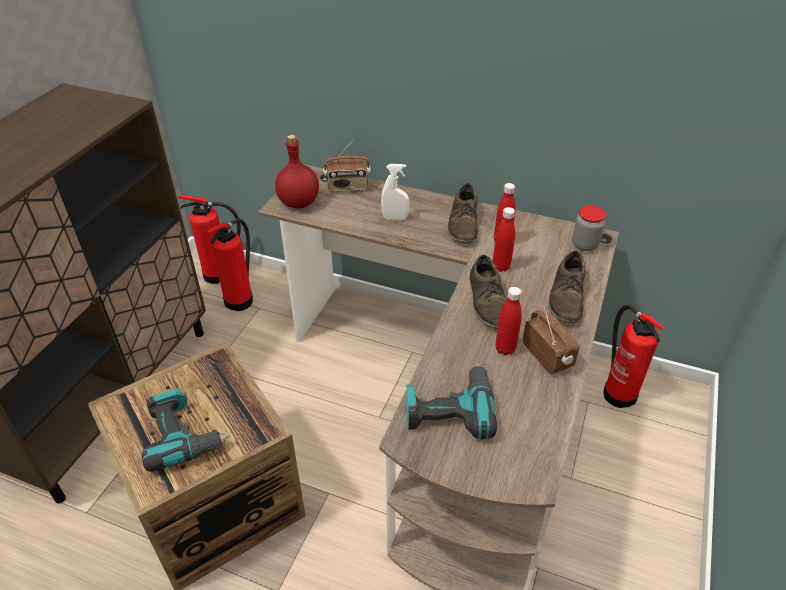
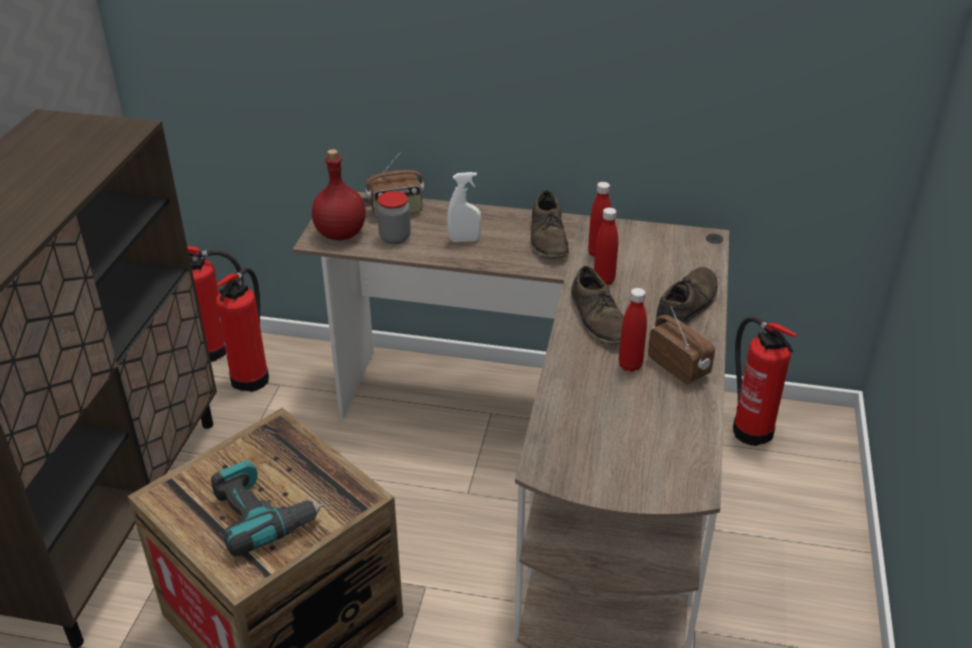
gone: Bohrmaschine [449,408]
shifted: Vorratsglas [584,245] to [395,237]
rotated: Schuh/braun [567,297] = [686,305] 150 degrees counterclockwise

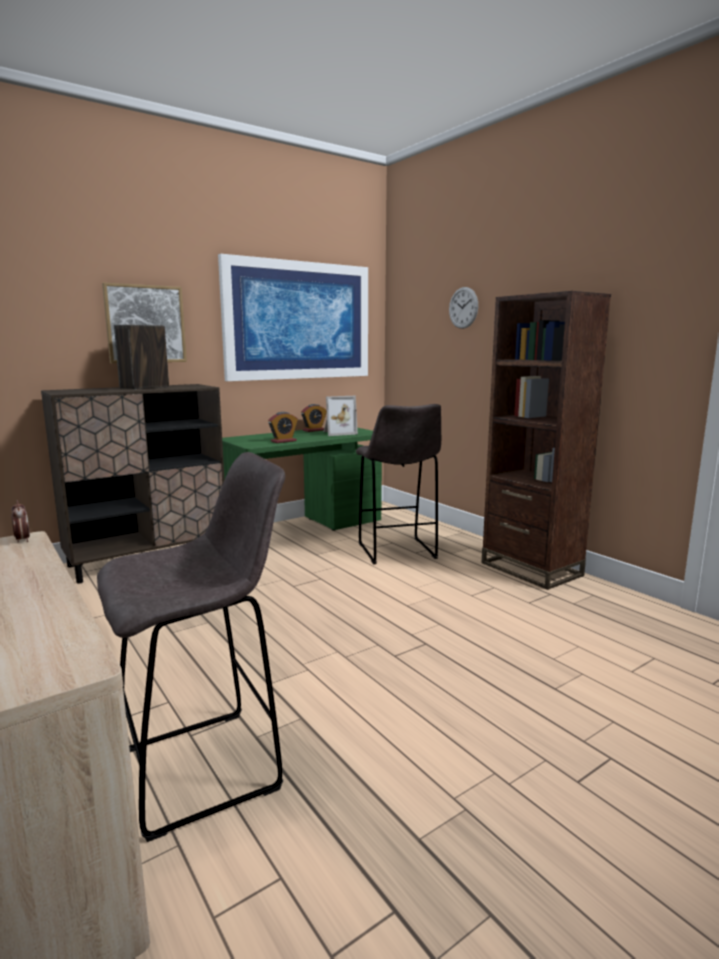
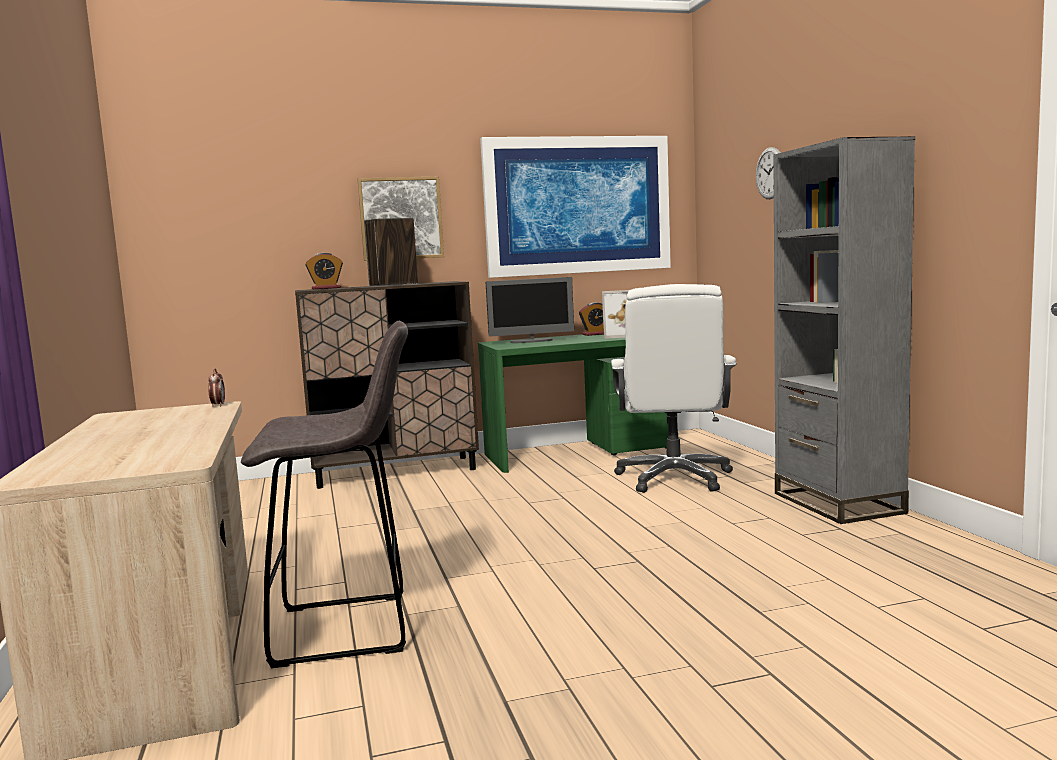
new: Monitor [532,341]
shifted: Wecker [283,441] to [326,288]
swapped: Hocker/grau [397,552] to Bürostuhl/weiß [674,478]
repainted: Bücherregal/braun [531,569] to Bücherregal/grau [837,503]

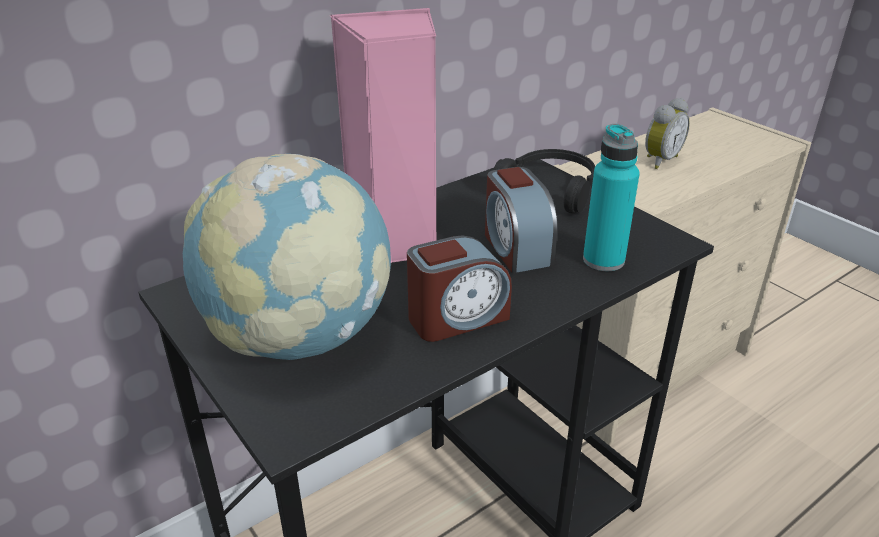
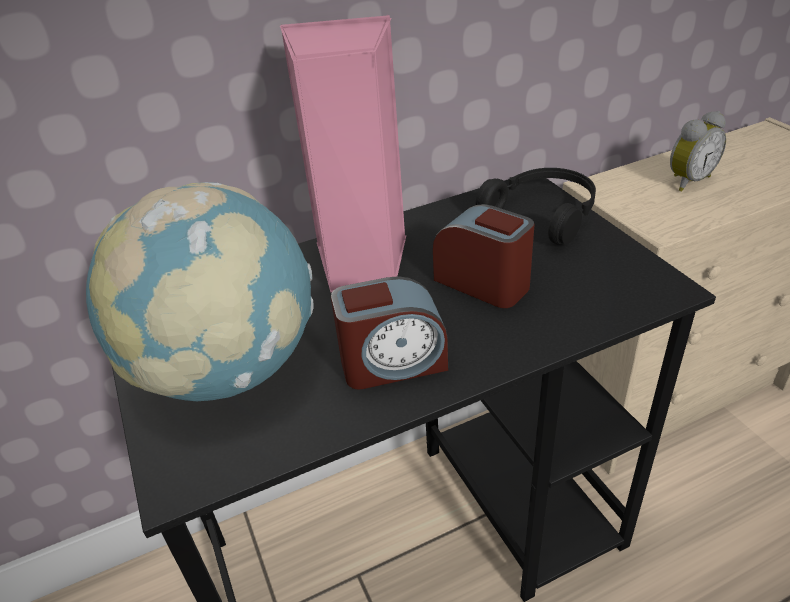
gone: Flasche/türkis [603,260]
rotated: Wecker [516,248] = [483,283] 135 degrees clockwise

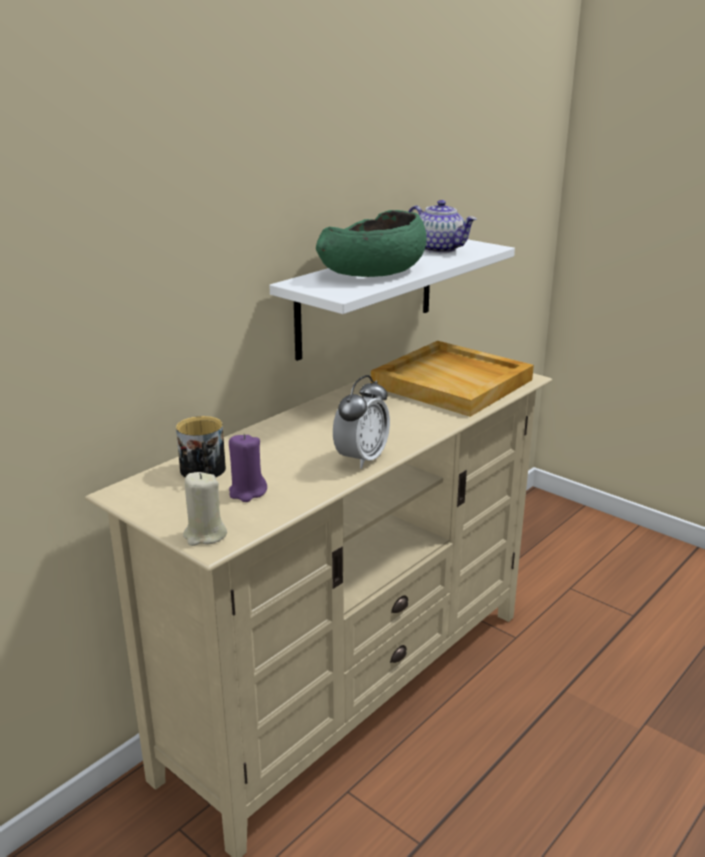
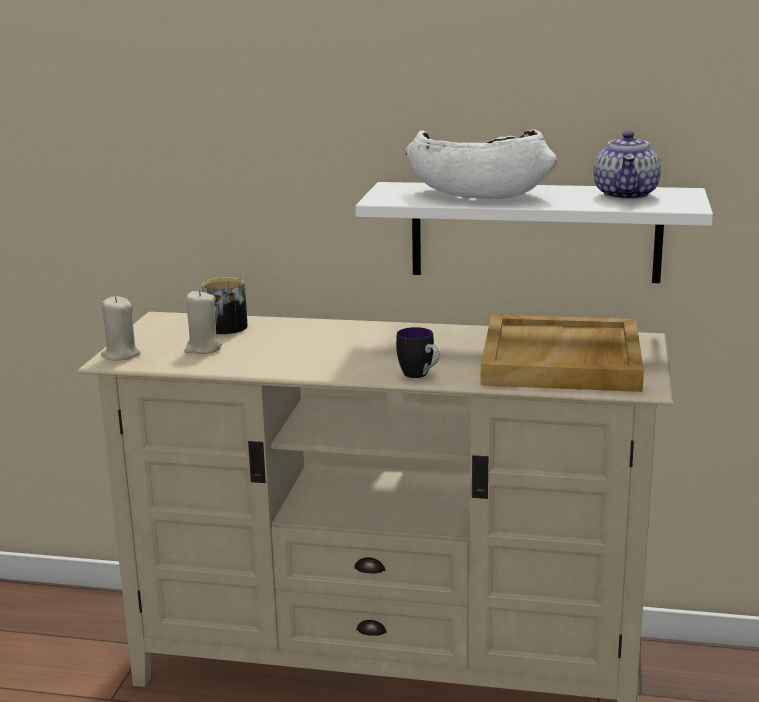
gone: Wecker [361,459]
new: Henkelbecher [420,376]
repainted: Kerze/lila [247,492] to Kerze/beige [203,348]; Schüssel/grün [372,272] to Schüssel/weiß [478,194]

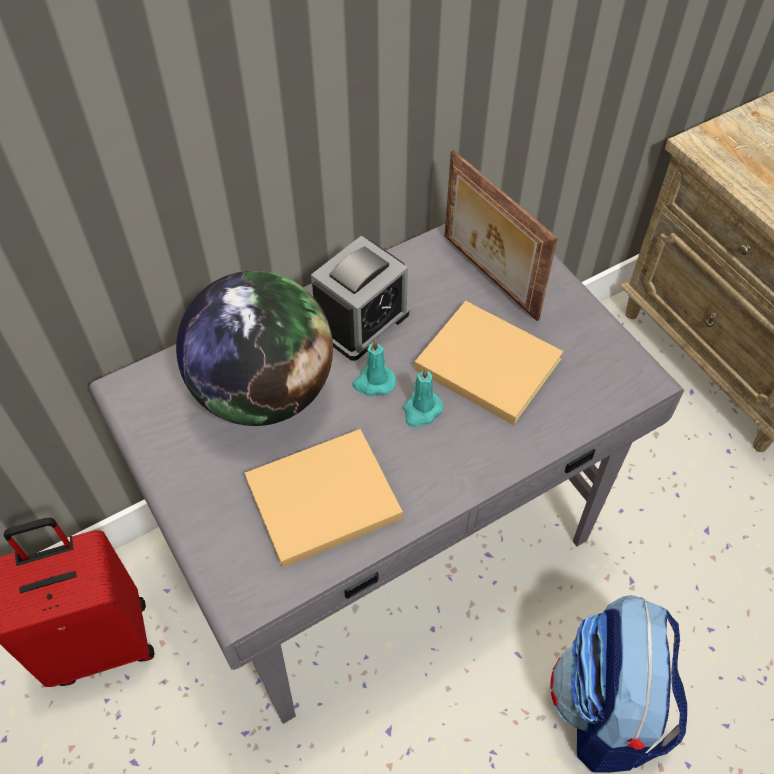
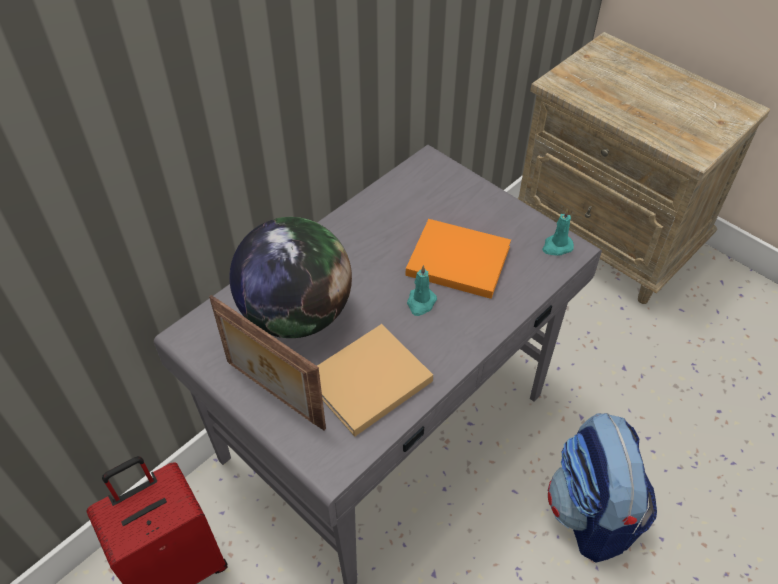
gone: Wecker [361,321]
shifted: Kerze/türkis [374,382] to [557,246]; Bilderrahmen [488,277] to [273,395]
repainted: Buch/beige [484,362] to Buch/orange [455,260]

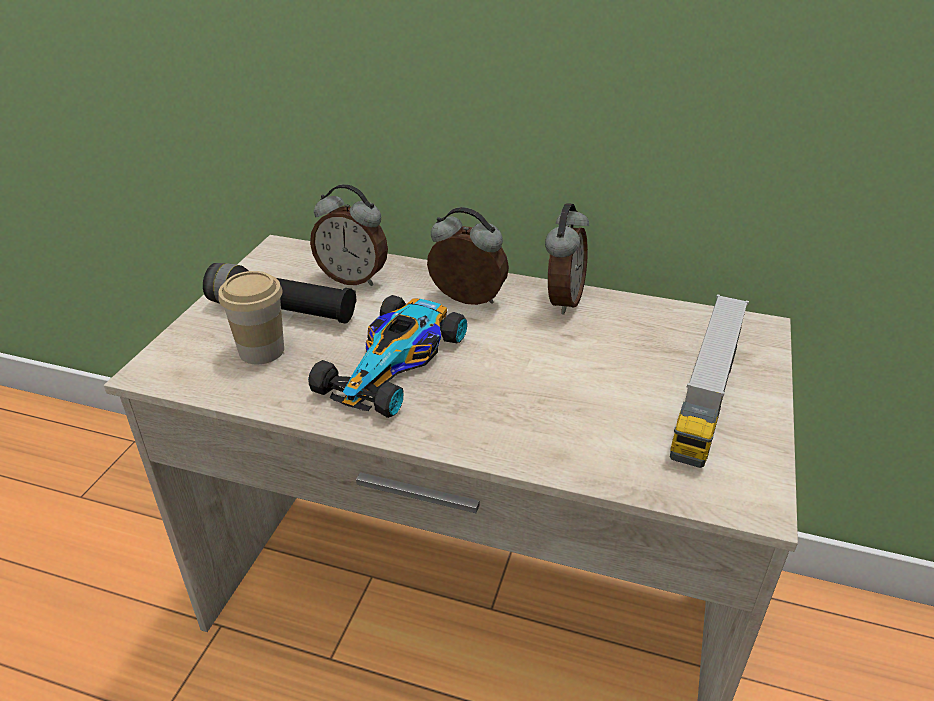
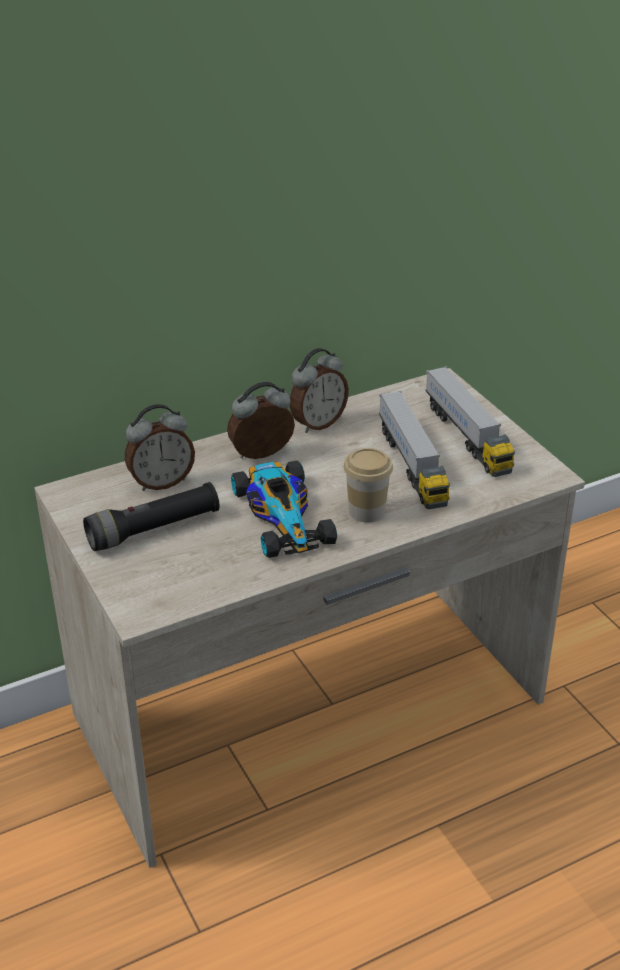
new: Spielzeuglaster [412,465]
shifted: Tasse [261,351] to [366,511]
rotated: Wecker [562,300] = [317,423] 75 degrees clockwise

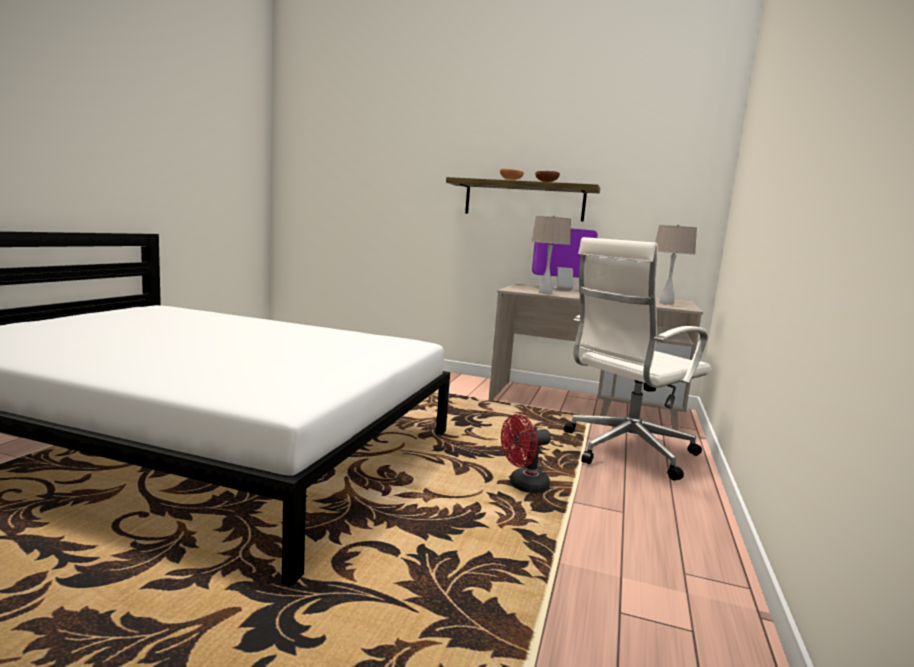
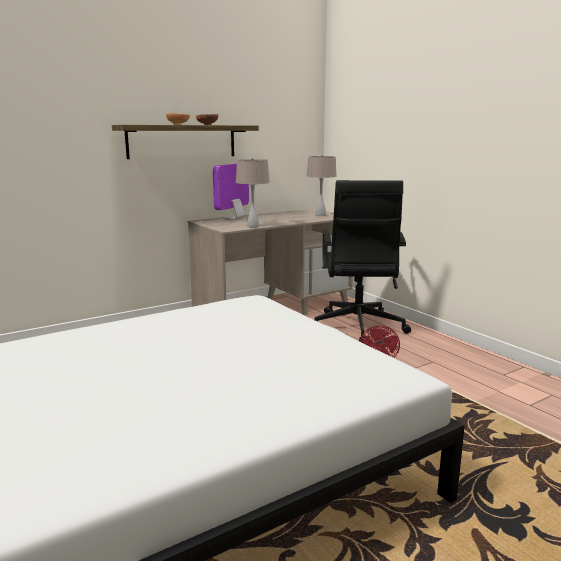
repainted: Bürostuhl/weiß [625,451] to Bürostuhl/schwarz [357,328]

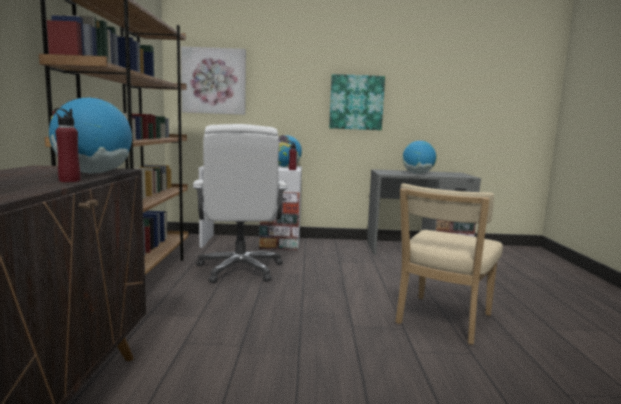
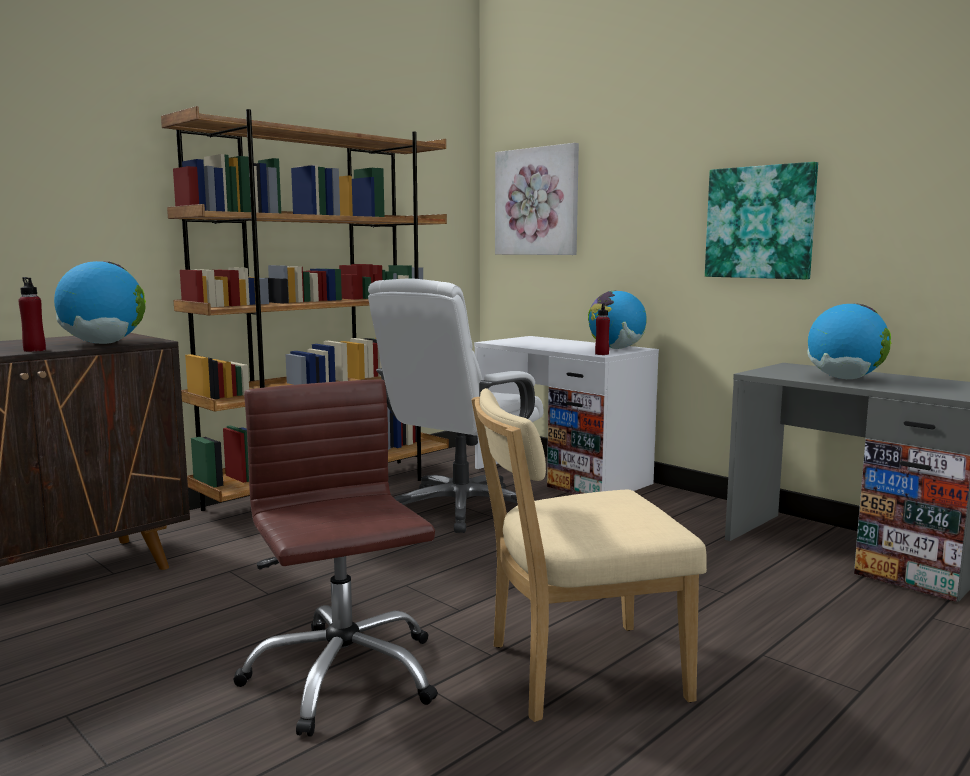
new: Bürostuhl/braun [342,675]

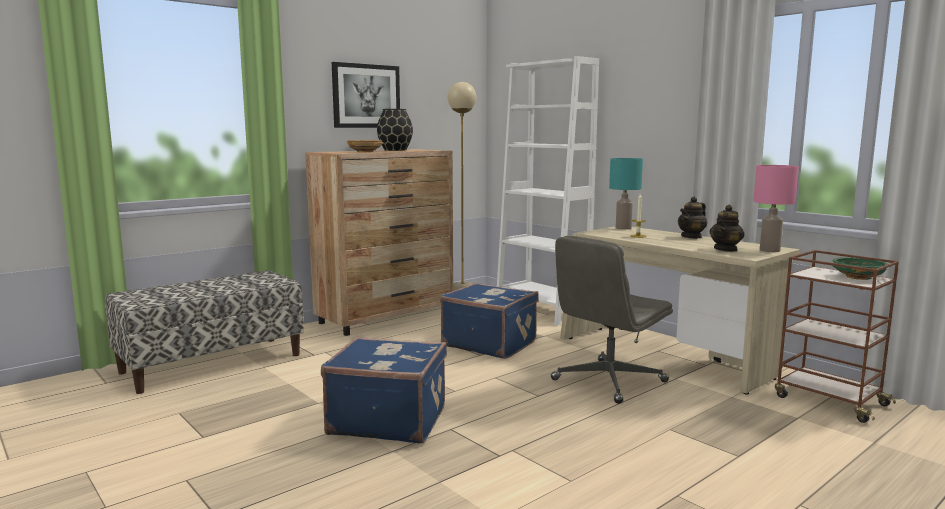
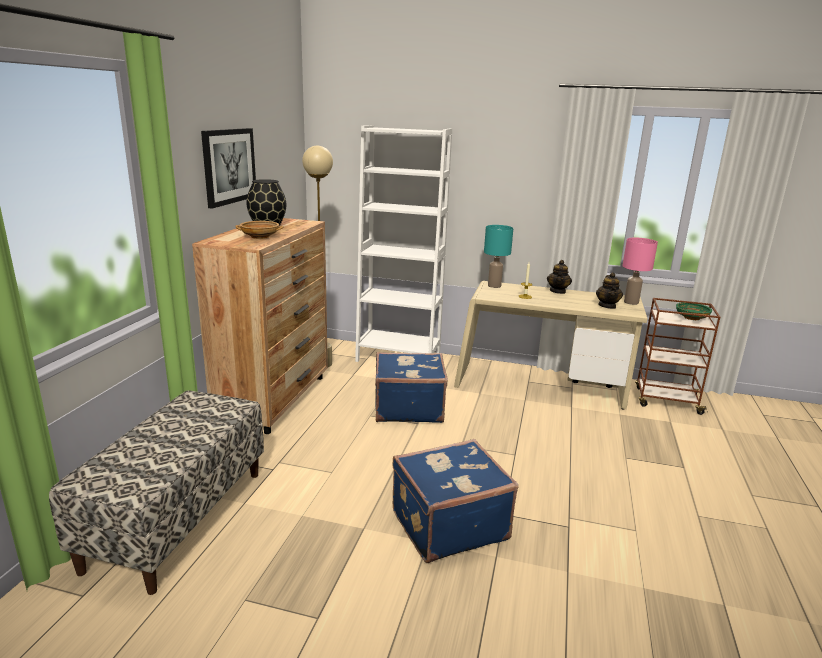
gone: Bürostuhl/grau [608,381]

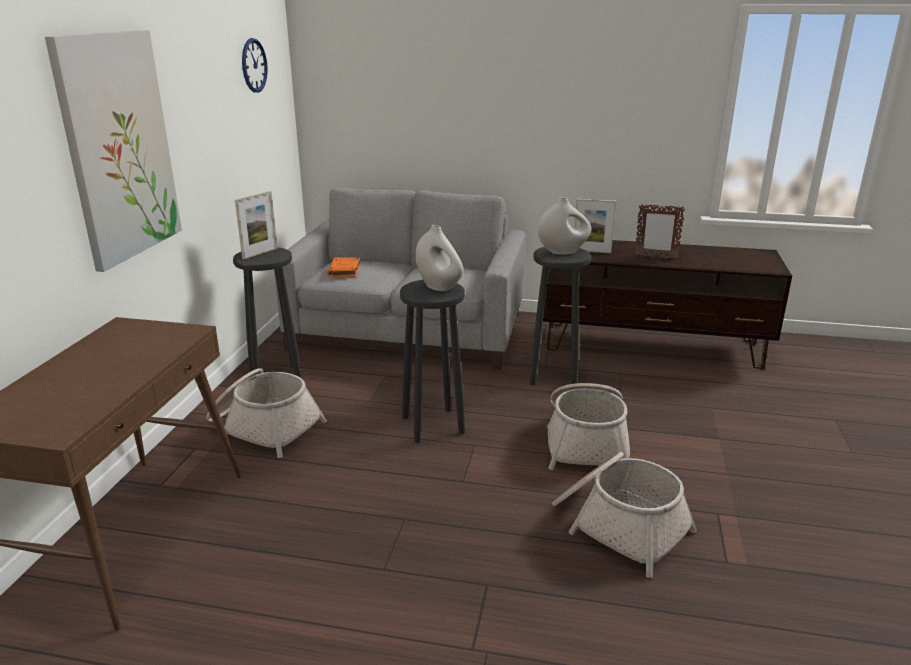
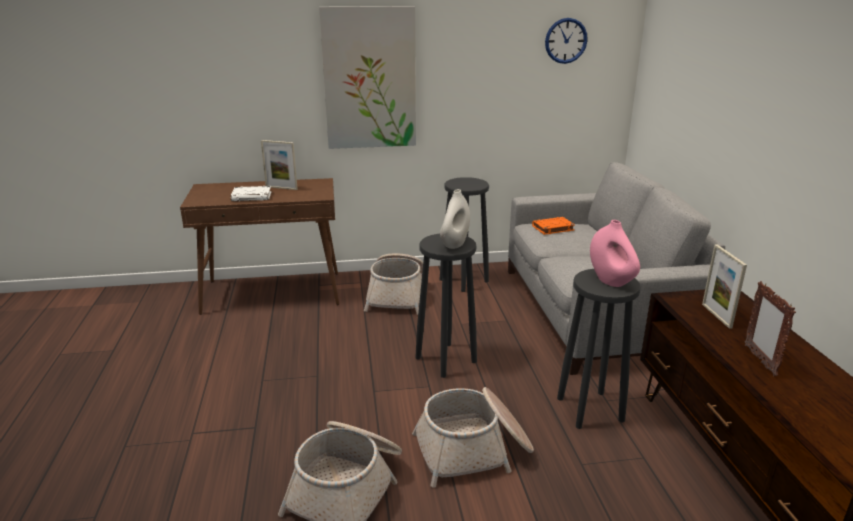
new: Buch/weiß [252,197]
shifted: Bilderrahmen [260,253] to [281,188]
repainted: Vase/weiß [563,252] to Vase/rosa [611,281]

